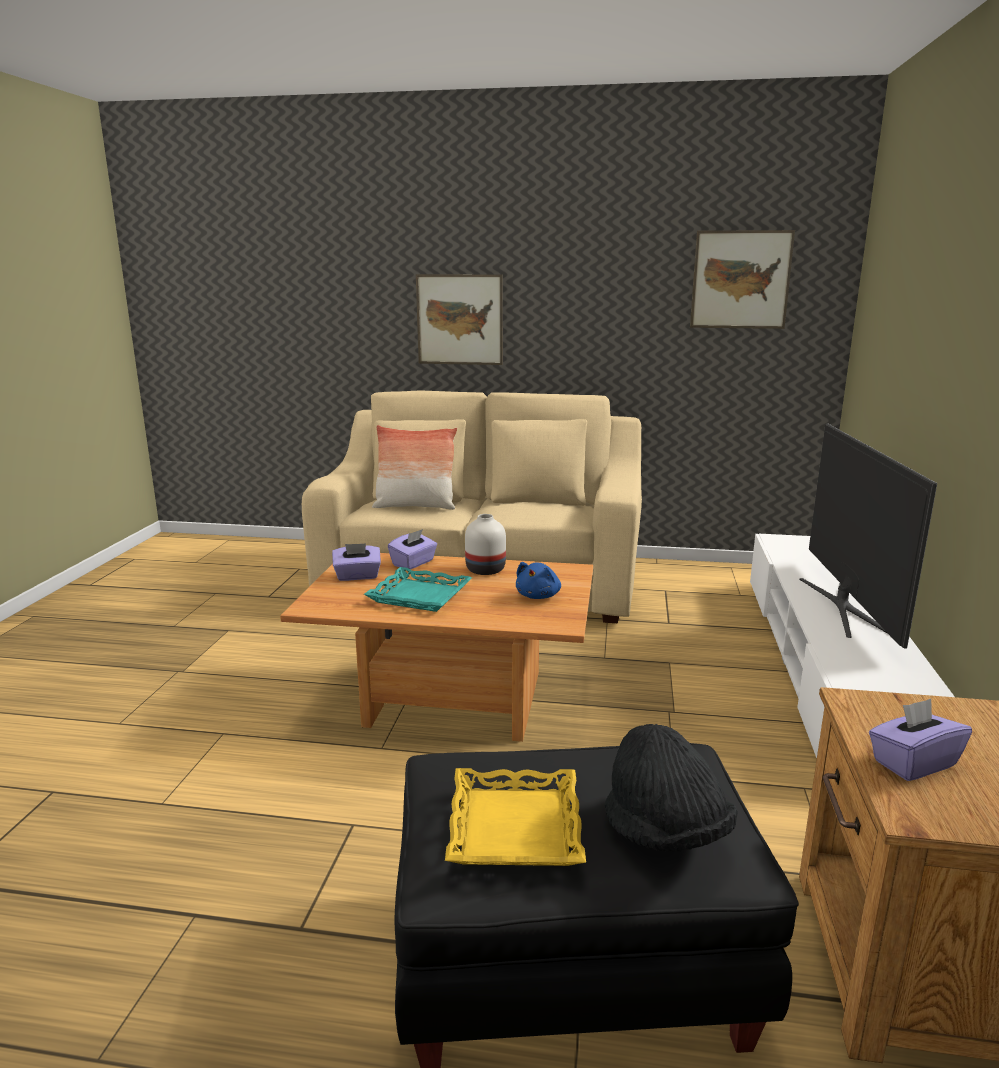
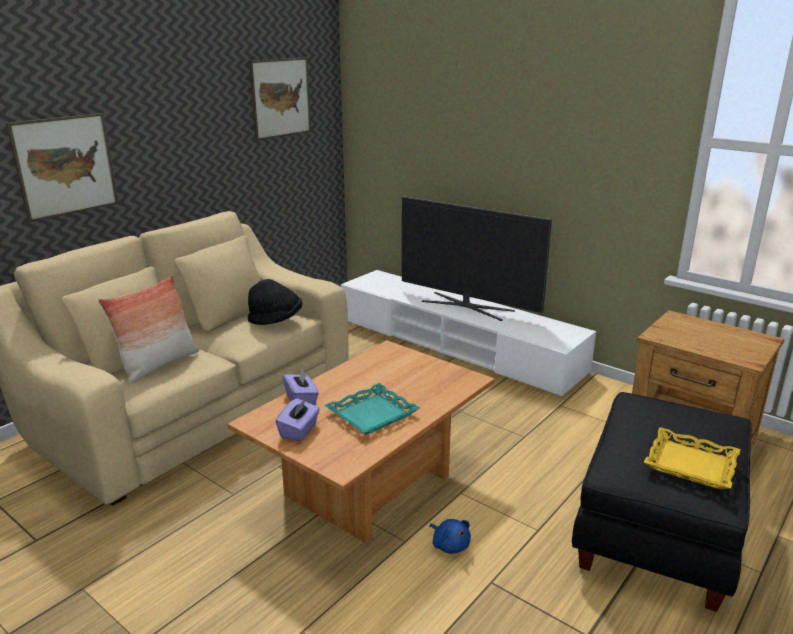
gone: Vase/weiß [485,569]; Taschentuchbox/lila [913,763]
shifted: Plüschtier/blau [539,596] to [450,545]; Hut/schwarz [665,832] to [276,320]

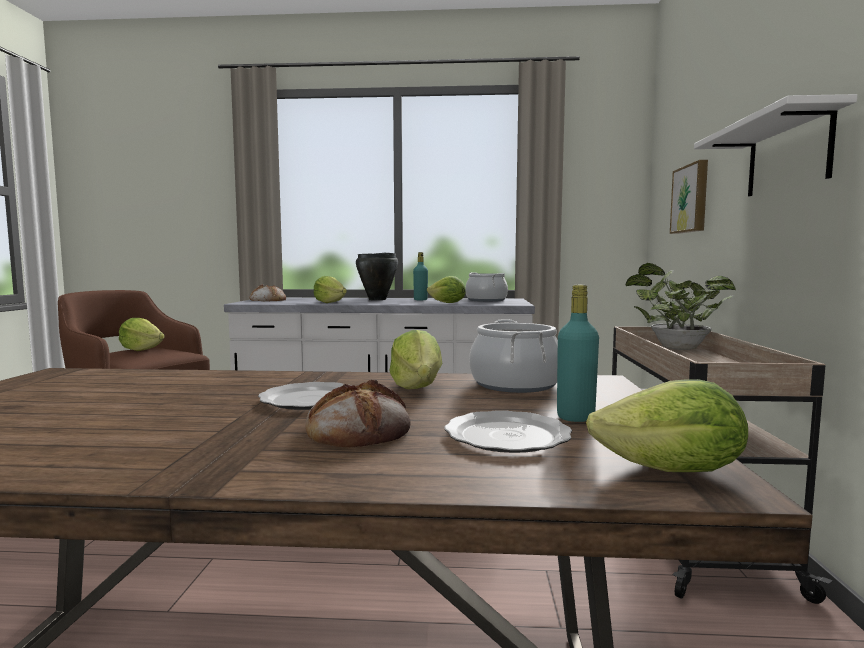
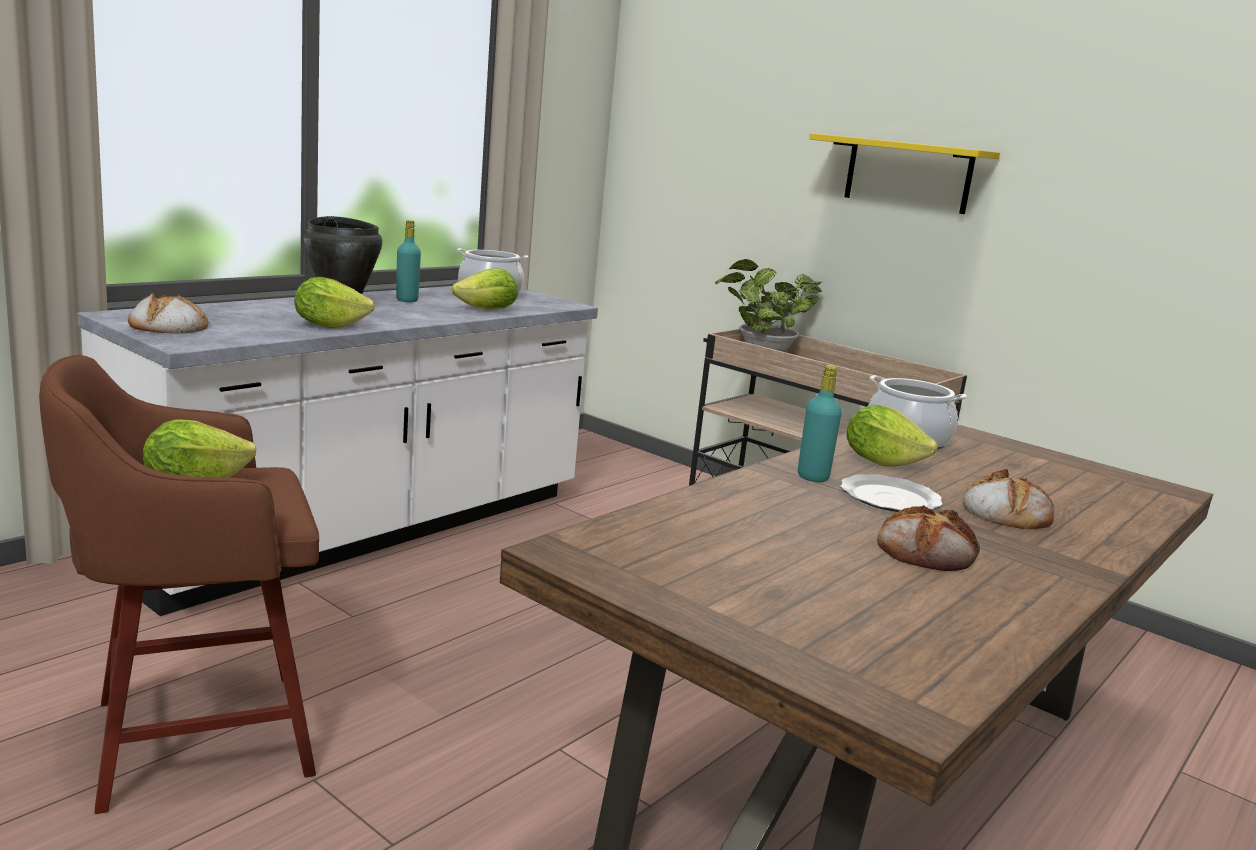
gone: Teller [507,435]; Salatkopf [671,471]; Bild [691,199]
new: Brot [927,550]
shifted: Flasche/türkis [575,417] to [812,477]
repainted: Wandregal/weiß [788,155] to Wandregal/gelb [908,174]

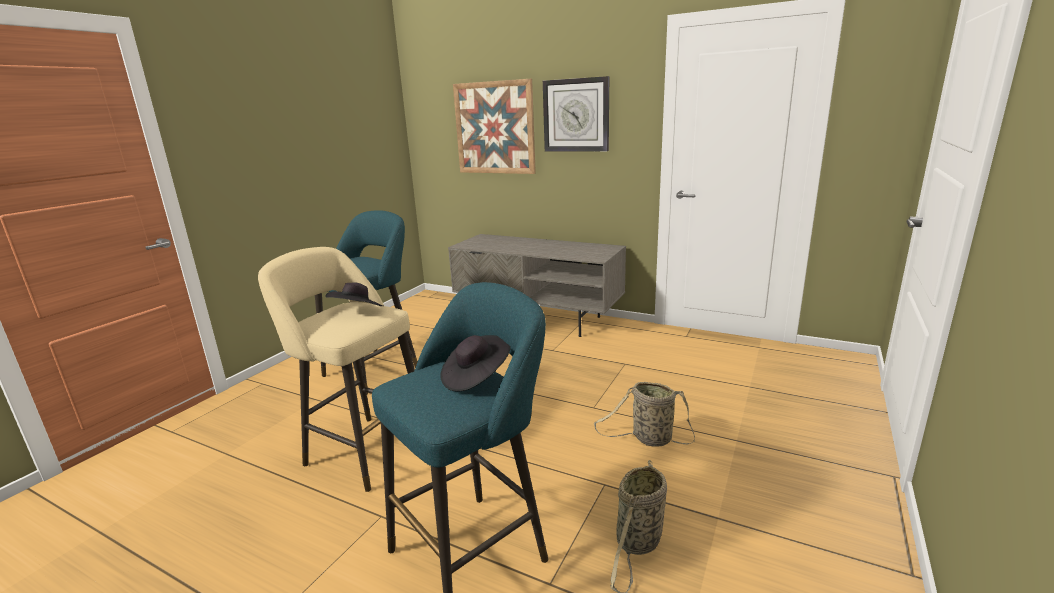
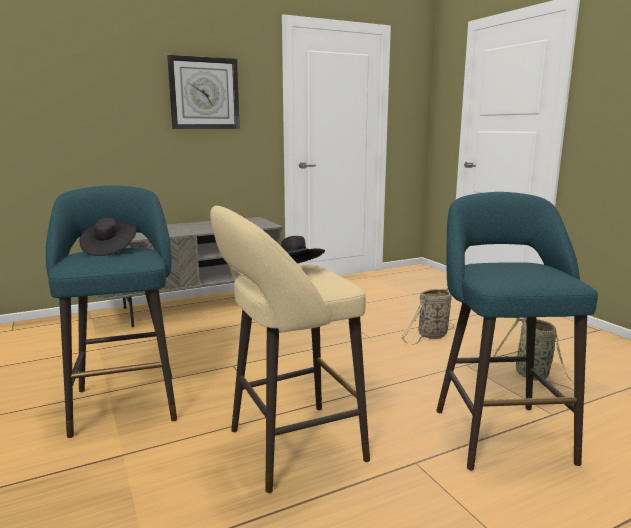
gone: Bild [494,128]
shifted: Hut/schwarz [475,377] to [109,250]

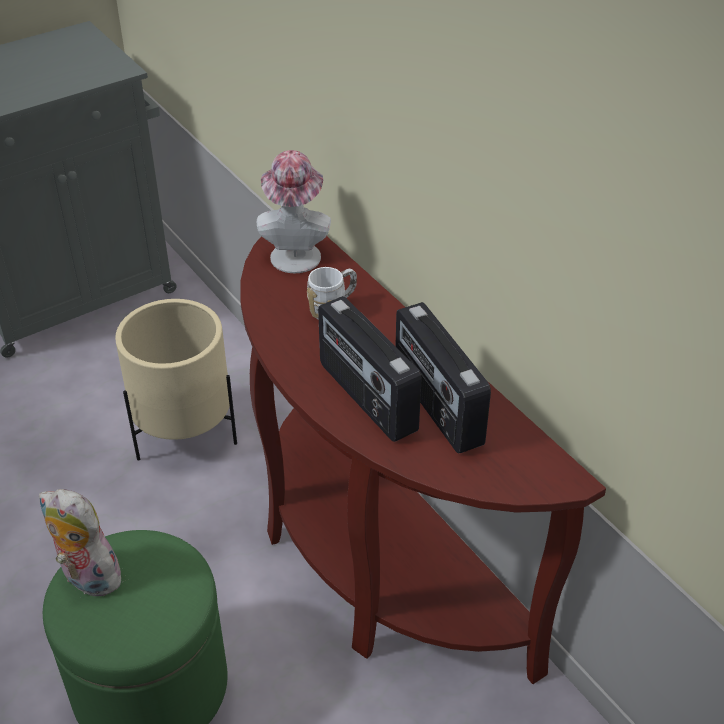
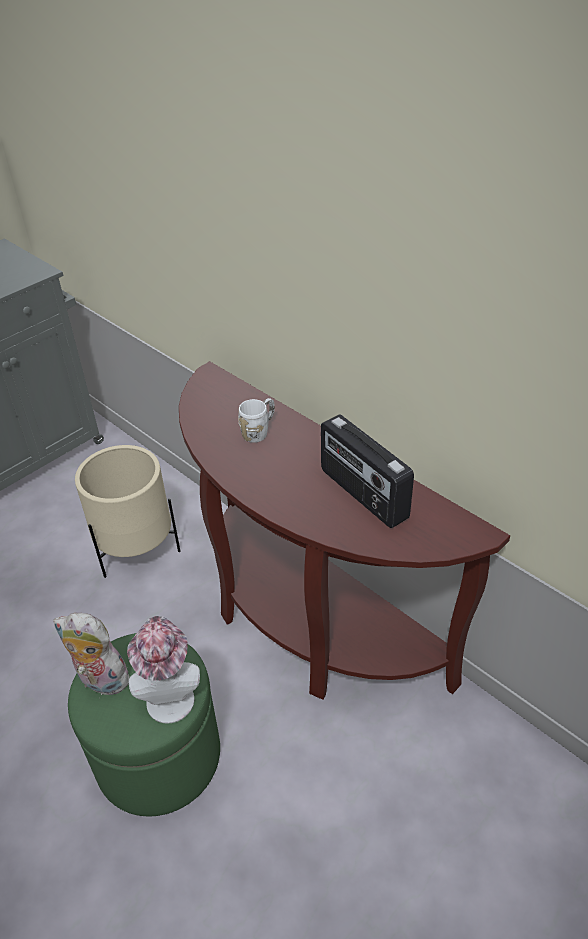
gone: Radio [366,398]
shifted: Hut [295,253] to [169,695]

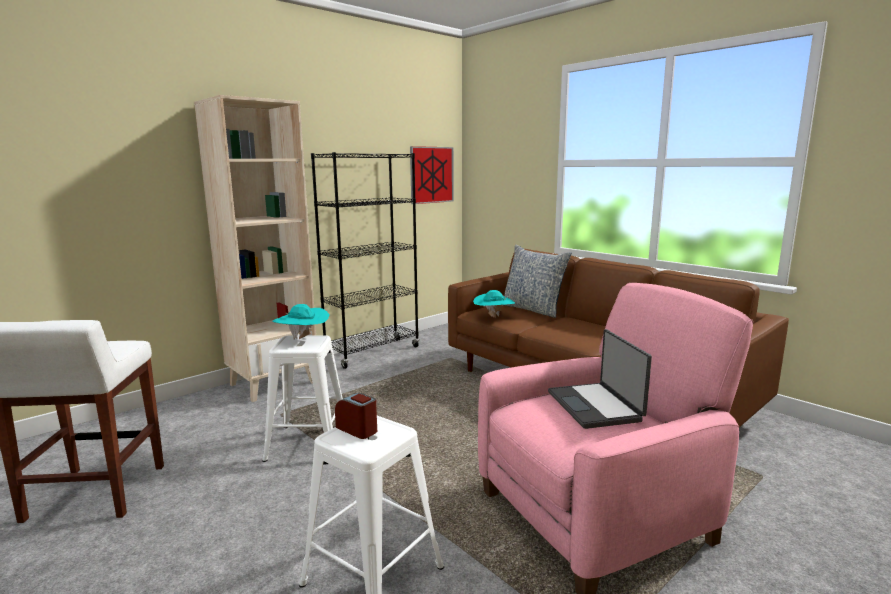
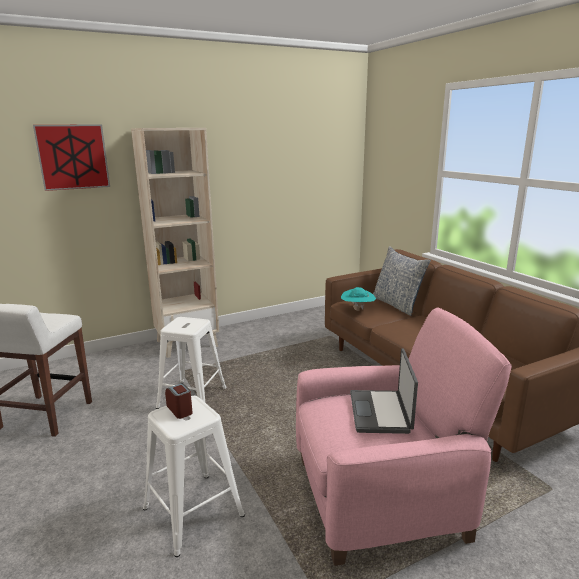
gone: Hut/türkis [303,339]; Bücherregal/schwarz [373,353]
shifted: Bild [431,175] to [73,157]

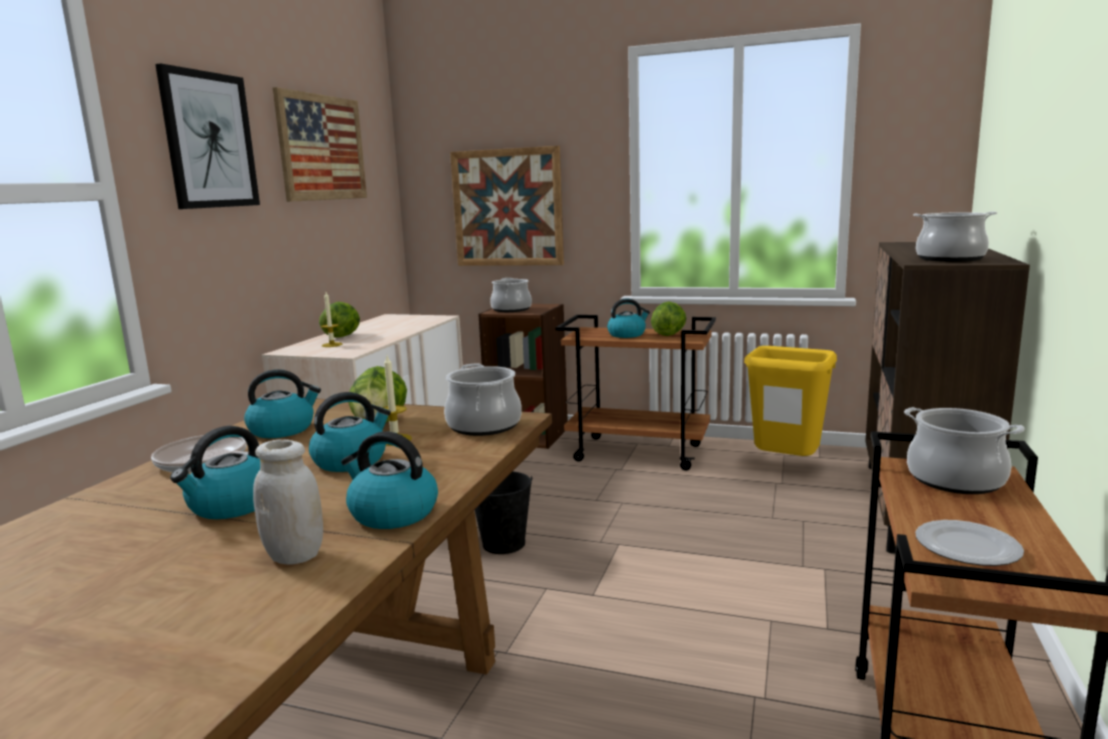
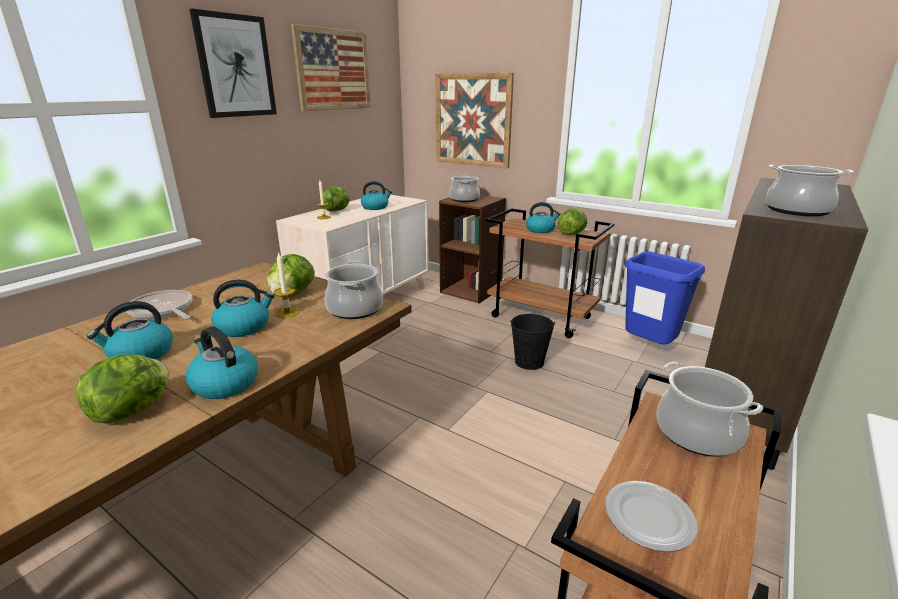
shifted: Wasserkessel [283,429] to [375,207]; Eimer/schwarz [503,543] to [529,362]
swapped: Vorratsglas/weiß [295,555] to Salatkopf [133,410]
repainted: Mülleimer/gelb [785,466] to Mülleimer/blau [647,347]

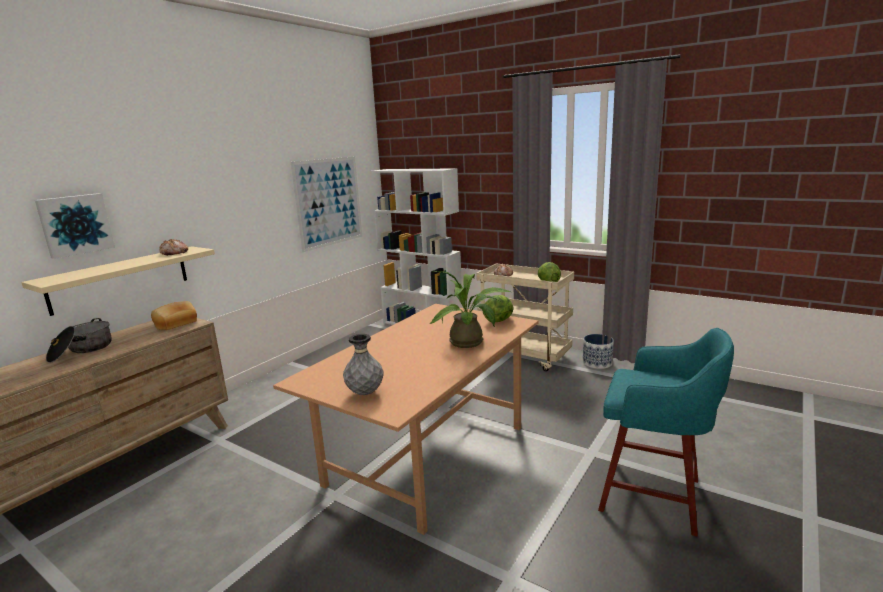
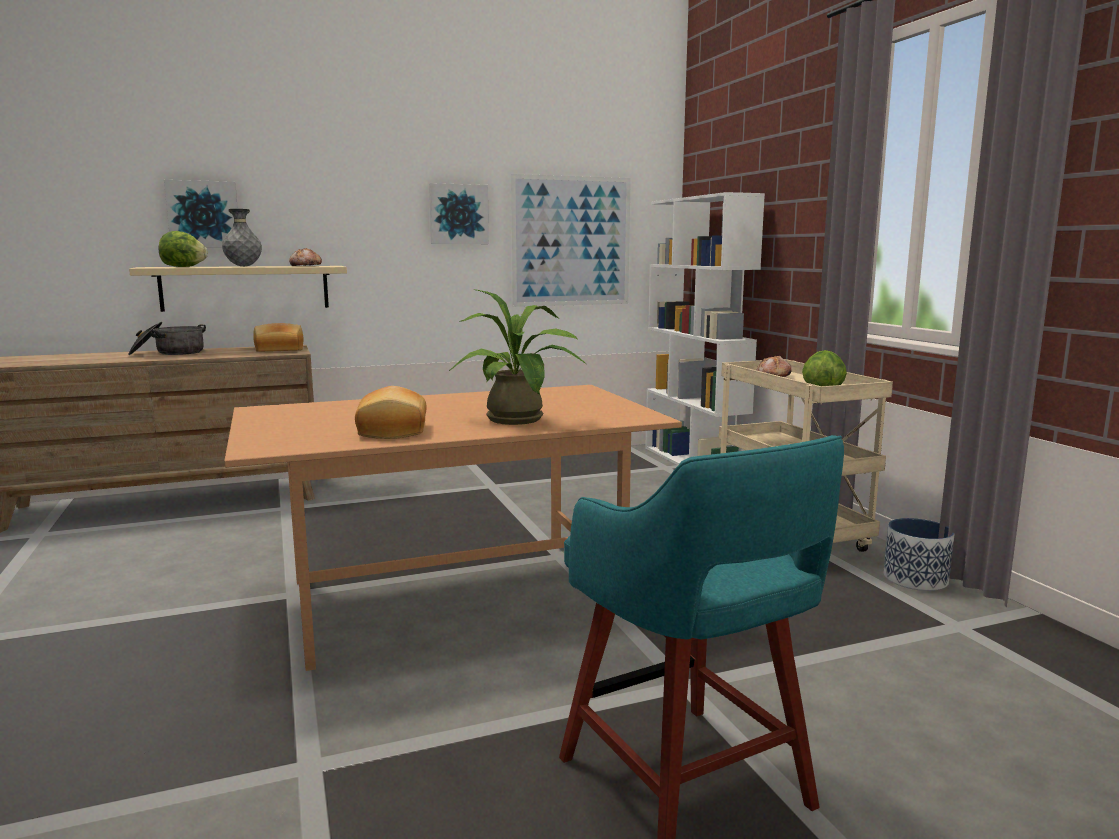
new: Brot [395,430]; Bild [458,214]
shifted: Vase/grau [365,393] to [244,266]; Salatkopf [499,320] to [183,267]

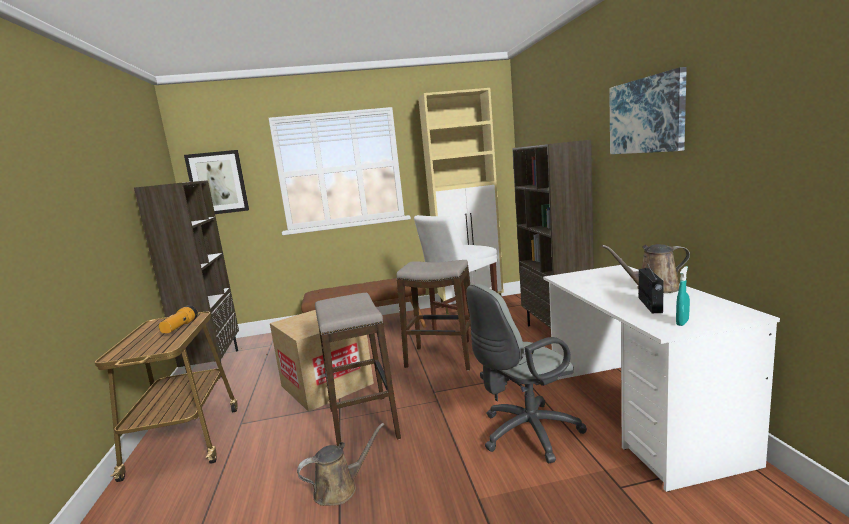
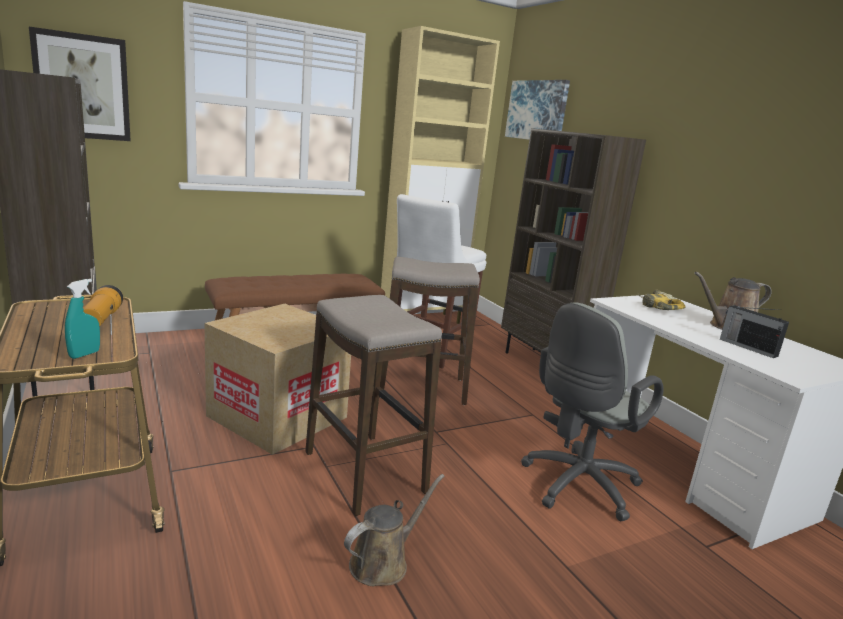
new: Bohrmaschine [656,306]
shifted: Bild [647,115] to [537,110]; Sprühflasche/türkis [682,322] to [84,354]
rotated: Radio [650,305] = [747,347] 150 degrees clockwise

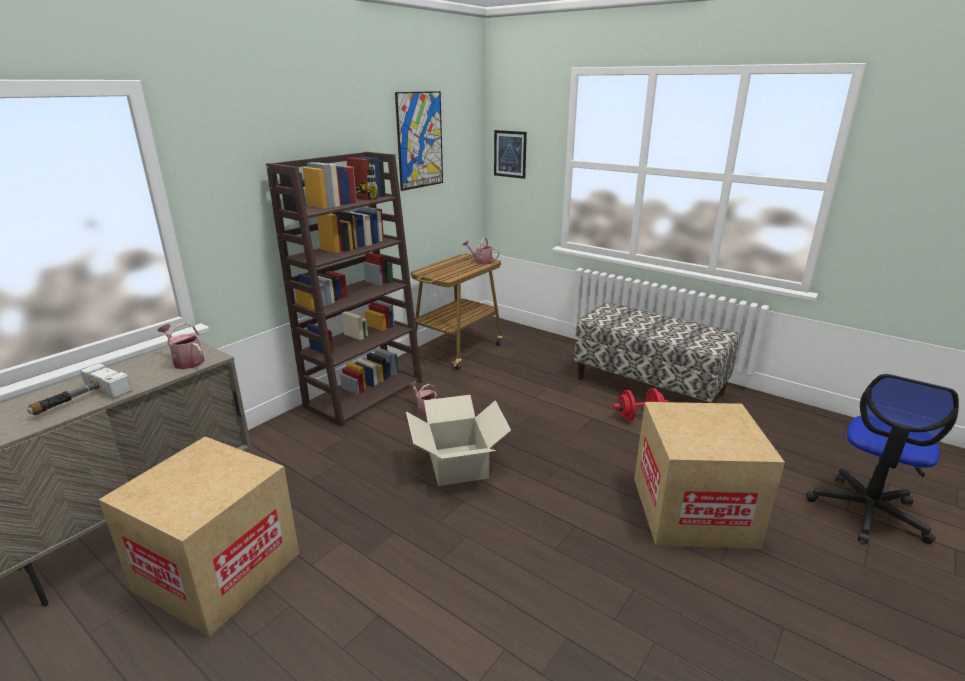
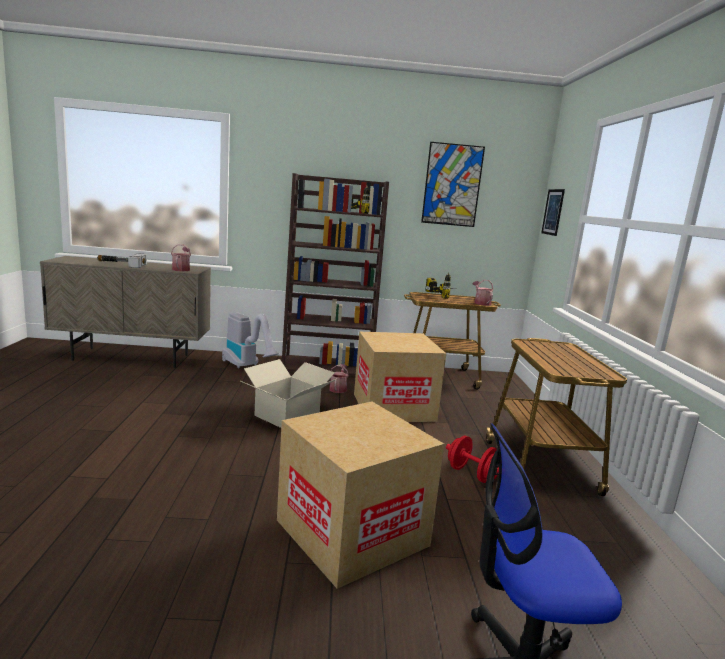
new: Staubsauger [247,366]; Bohrmaschine [445,295]
shifted: Karton [218,571] to [393,407]
swapped: Bank [648,386] to Rollwagen [541,469]

